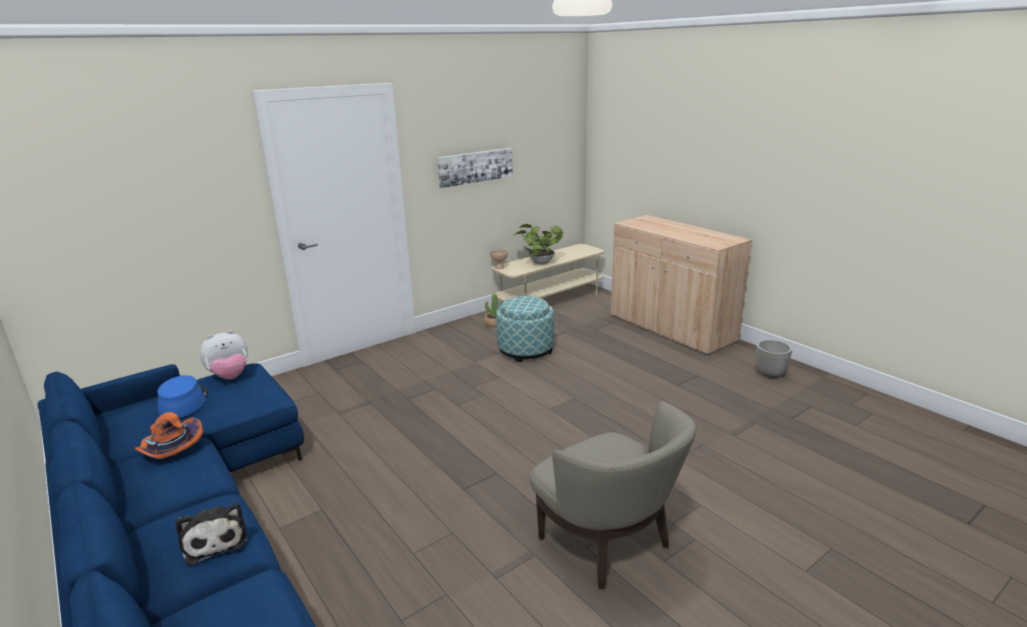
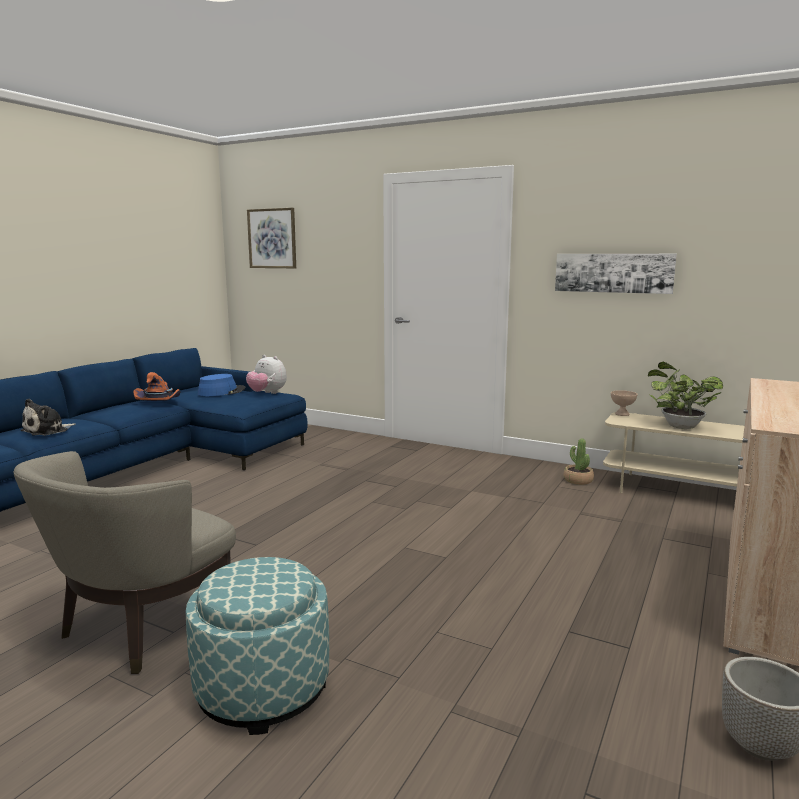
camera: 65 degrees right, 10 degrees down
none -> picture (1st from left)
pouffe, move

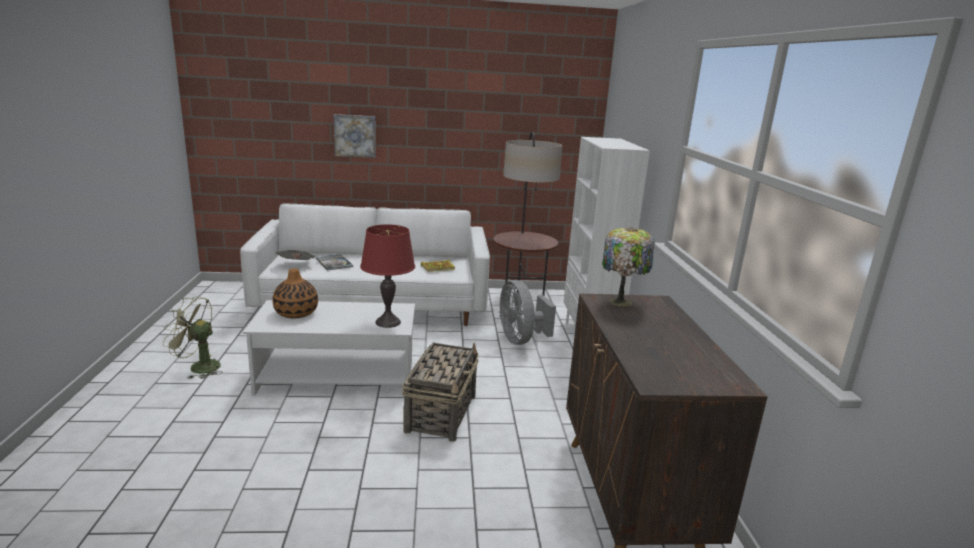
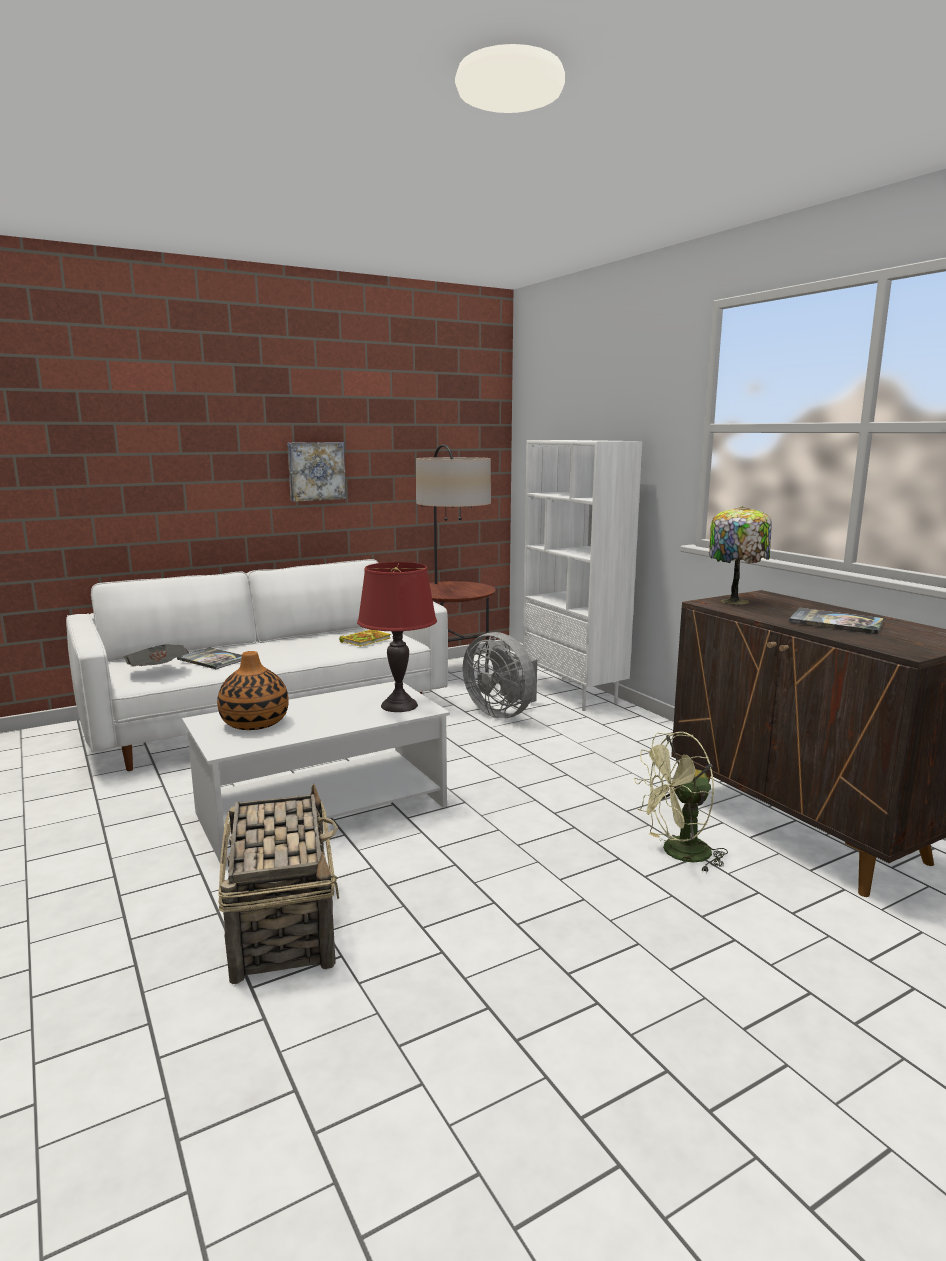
camera: 25 degrees left, 5 degrees down
none -> book (3rd from left)
fan (green), move
picture, move
basket, move

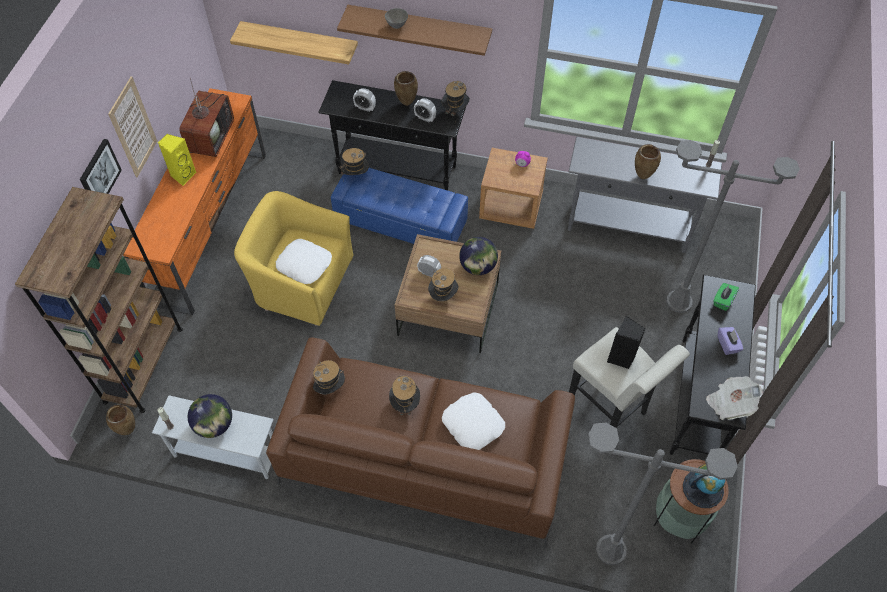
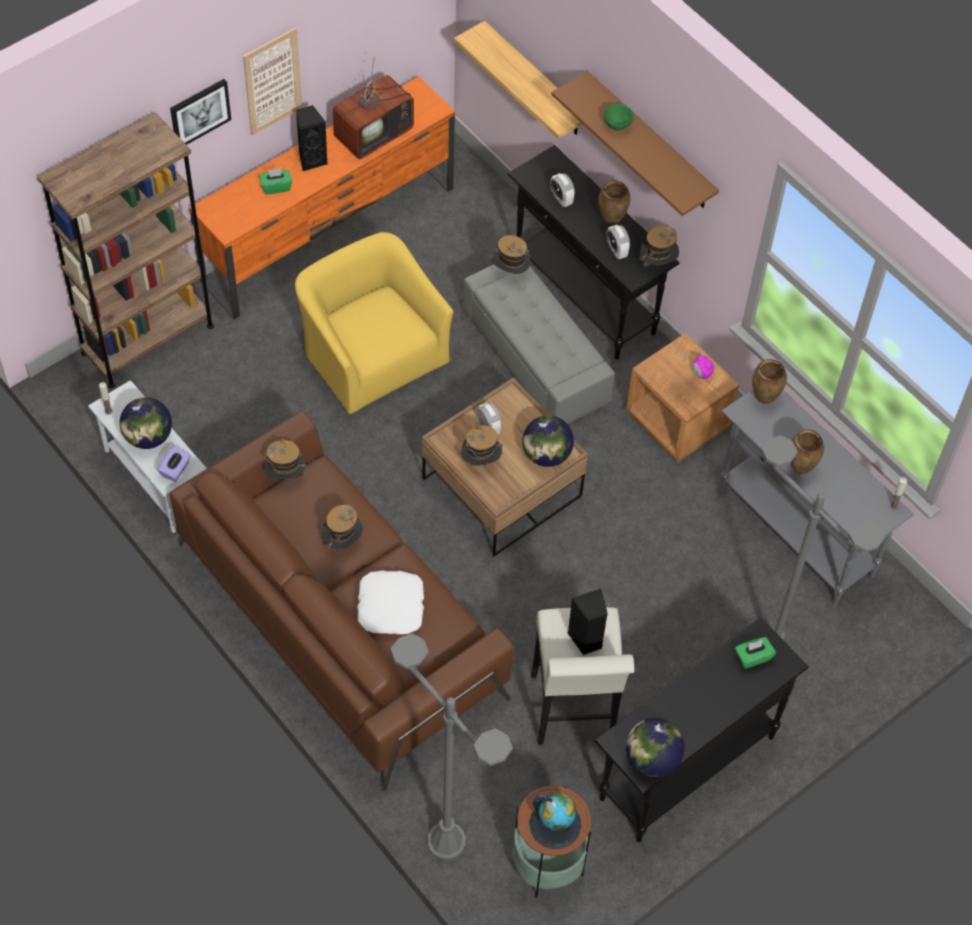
camera: 35 degrees right, 0 degrees up
pillow (white-coloured) (1st from left) -> none
none -> tissue holder (green) (1st from left)
vase (brownish) (1st from left in the first image) -> vase (brownish) (2nd from left), move
tissue holder (purple), move
newspaper -> globe (4th from left)
loudspeaker (yellow) -> loudspeaker (black-coloured) (1st from left)
pouffe (bluish) -> pouffe (greyish)
bowl (greyish) -> bowl (green)

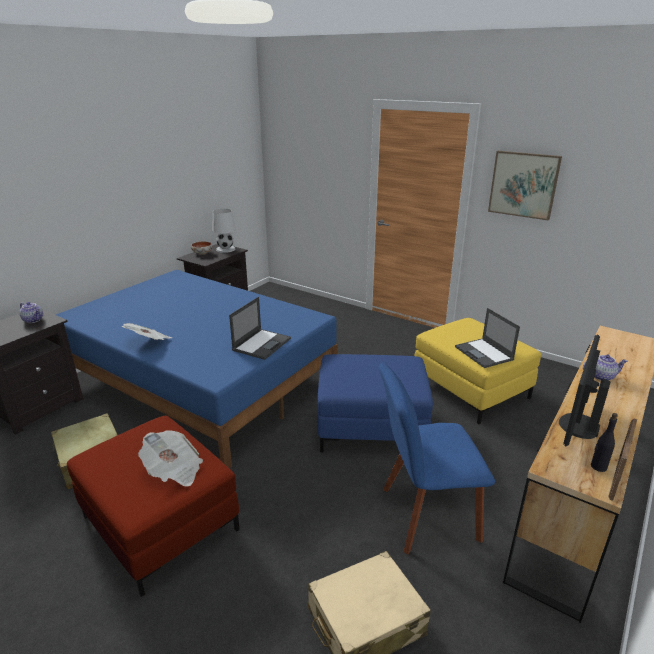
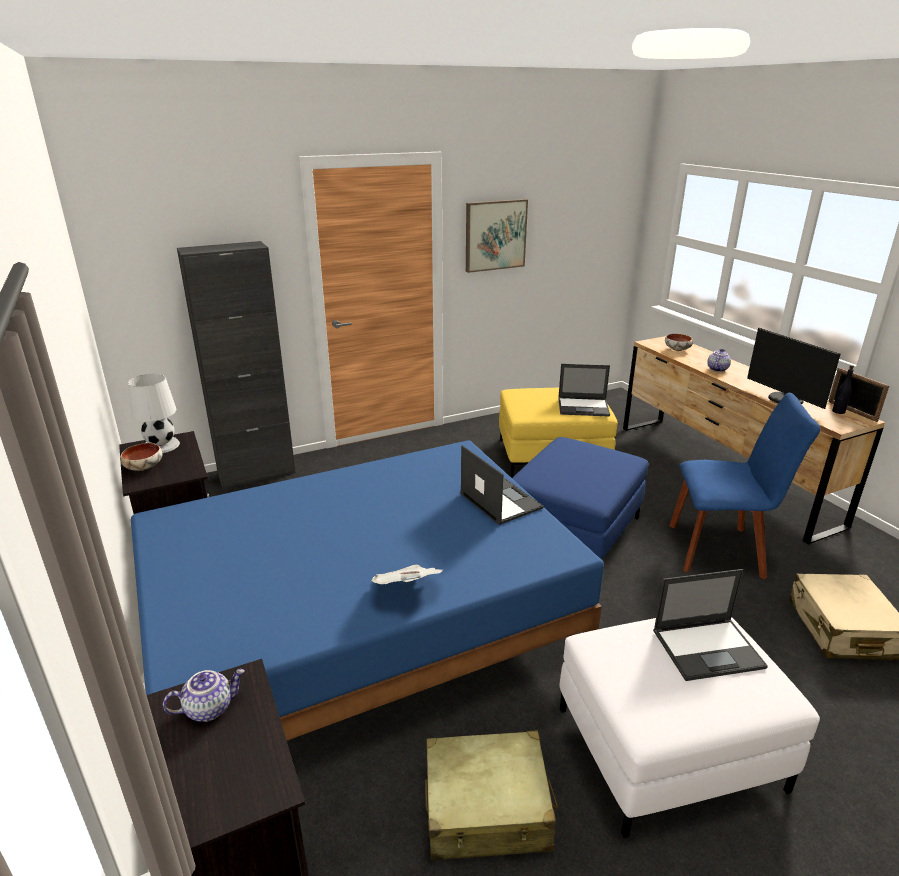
camera: 60 degrees left, 0 degrees up
none -> storage cabinet (black-coloured)
none -> bowl (2nd from left)
newspaper (2nd from left) -> portable computer (3rd from left)
pouffe (red) -> pouffe (white-coloured)
plain chair (bluish), 105 degrees counterclockwise

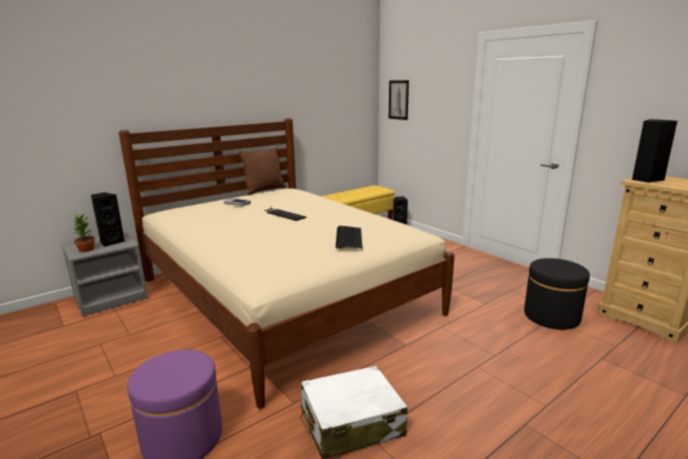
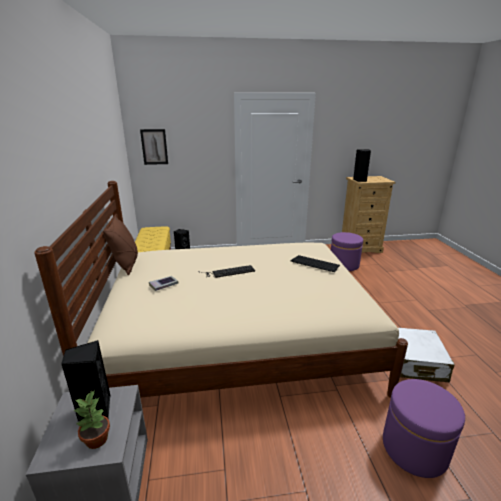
camera: 60 degrees left, 5 degrees up
pouffe (black-coloured) -> pouffe (purple) (1st from left)

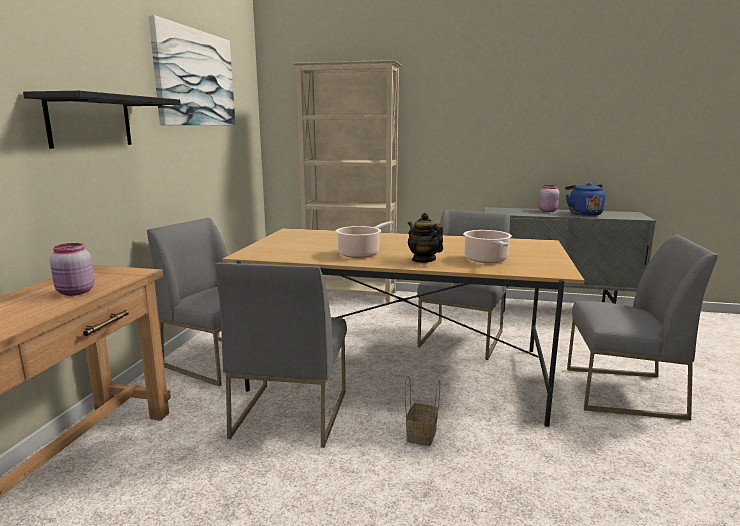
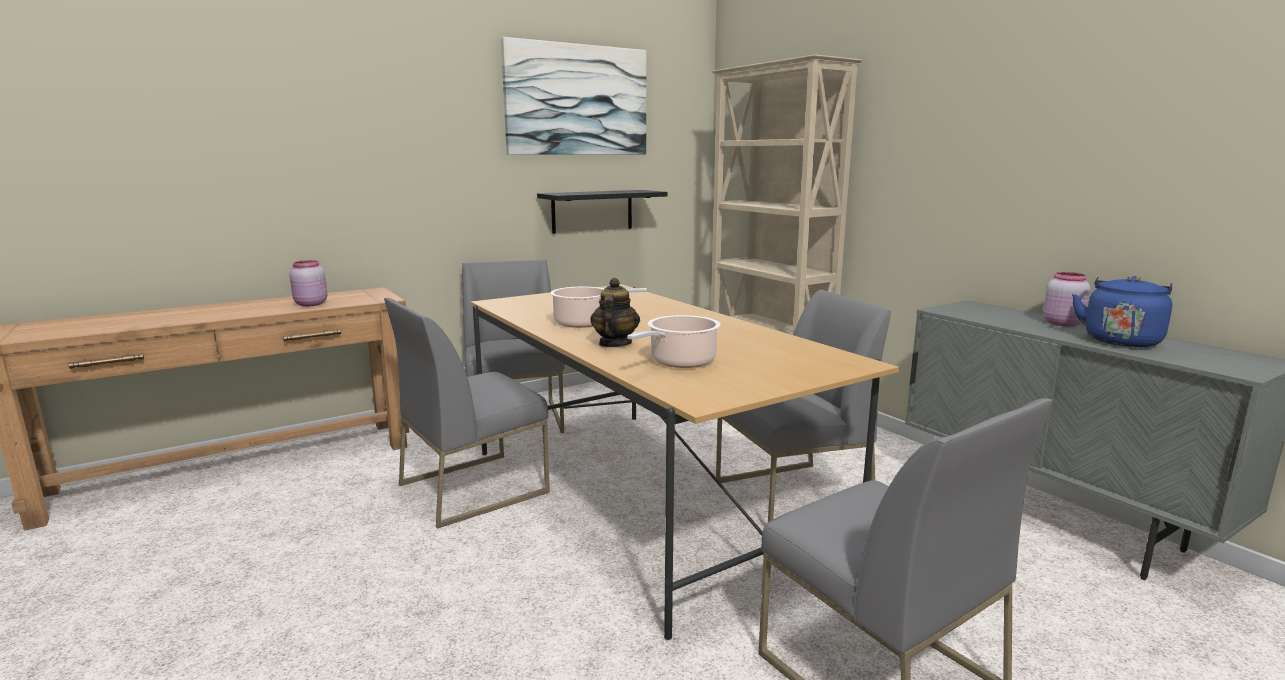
camera: 45 degrees right, 0 degrees up
basket -> none
bracket shelf (black-coloured), move

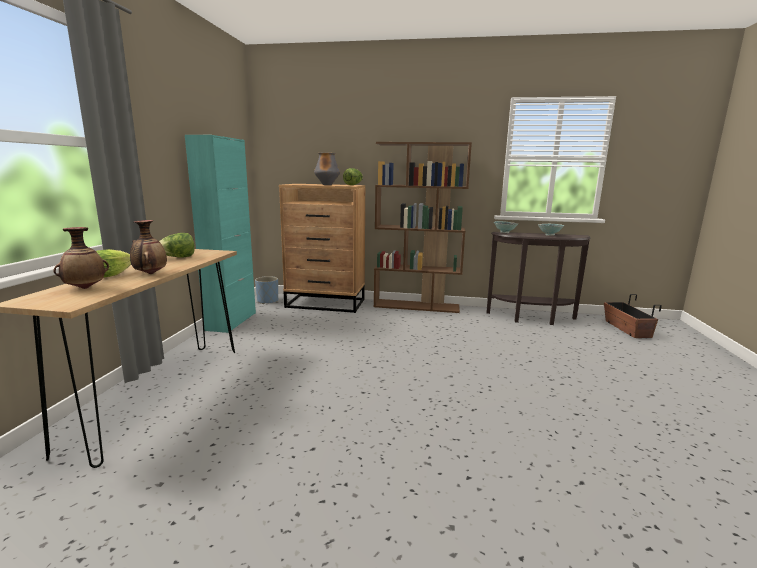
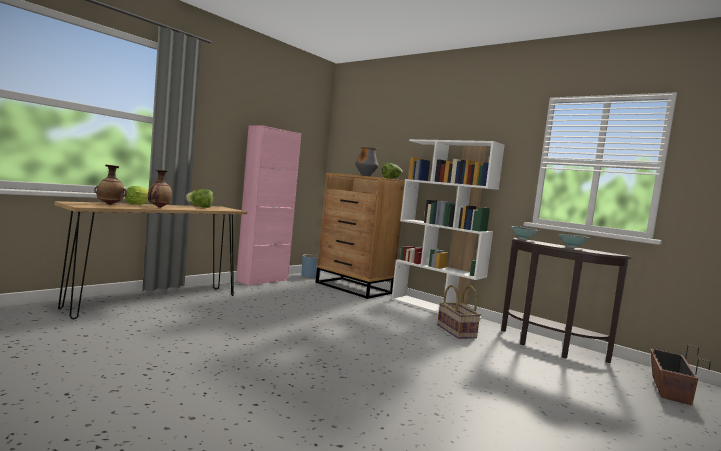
camera: 30 degrees right, 10 degrees down
none -> basket
storage cabinet (turquoise) -> storage cabinet (pink)
bookshelf (brownish) -> bookshelf (white-coloured)

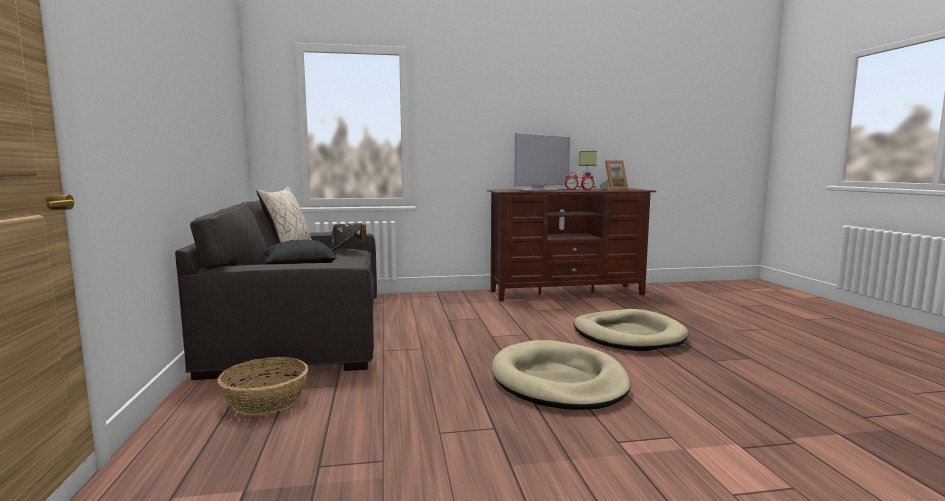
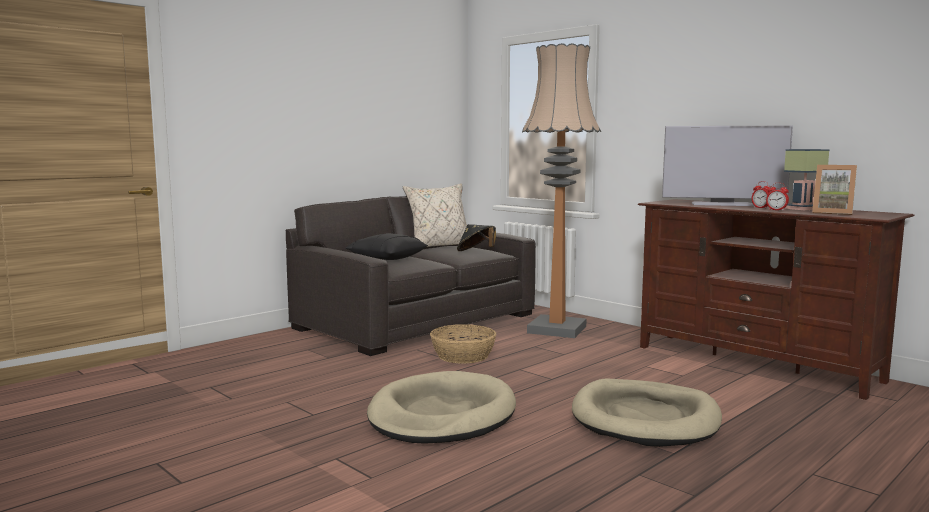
camera: 55 degrees right, 0 degrees up
none -> standing lamp
basket, move

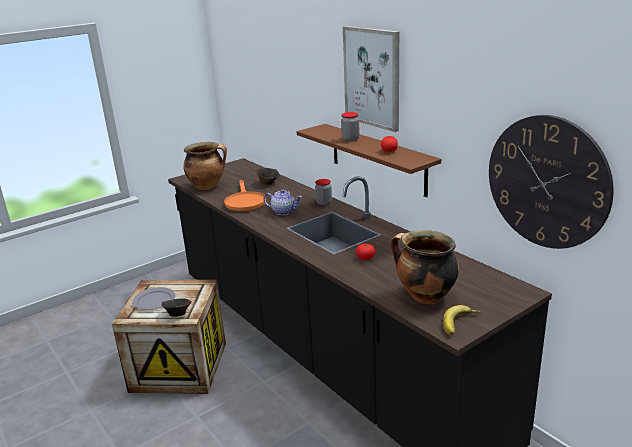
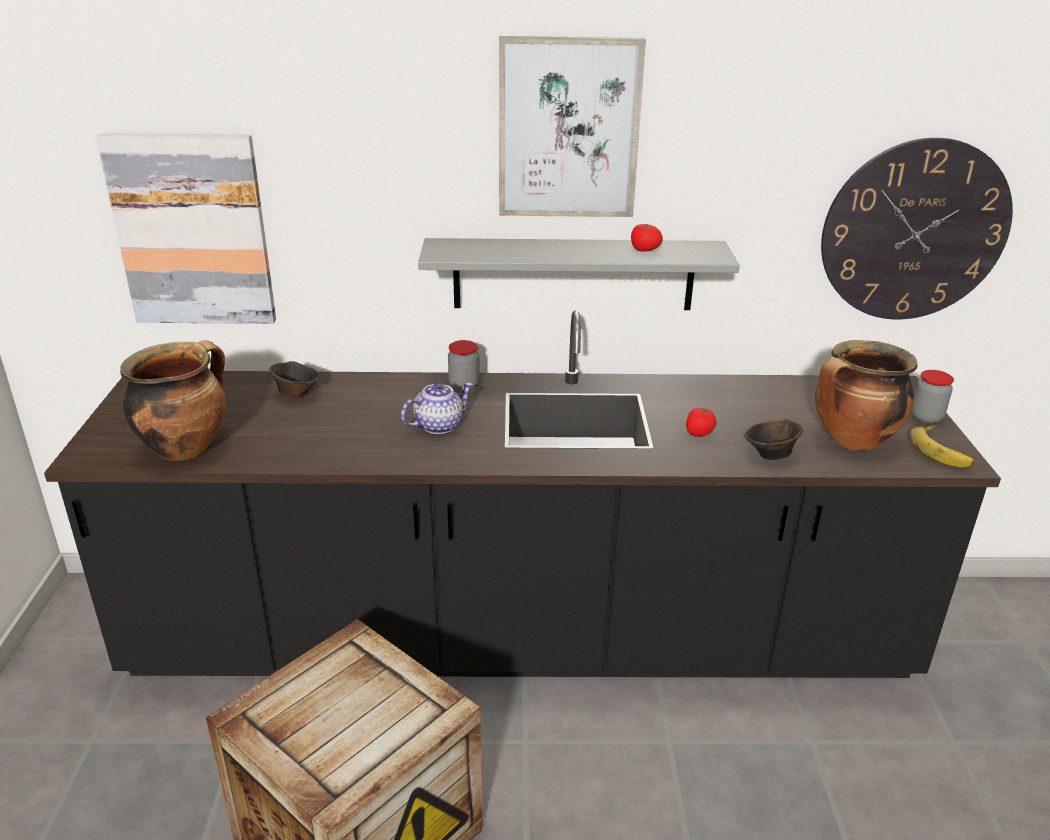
camera: 55 degrees left, 5 degrees up
dinner plate (greyish) -> none
skillet (orange-coloured) -> none
none -> picture (1st from left)
bowl (brownish) (1st from left in the first image) -> bowl (brownish) (2nd from left), move
jar (2nd from left), move
bracket shelf (brownish) -> bracket shelf (greyish)

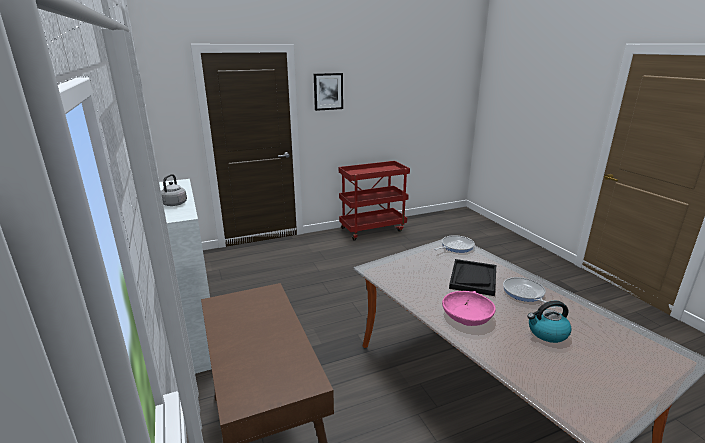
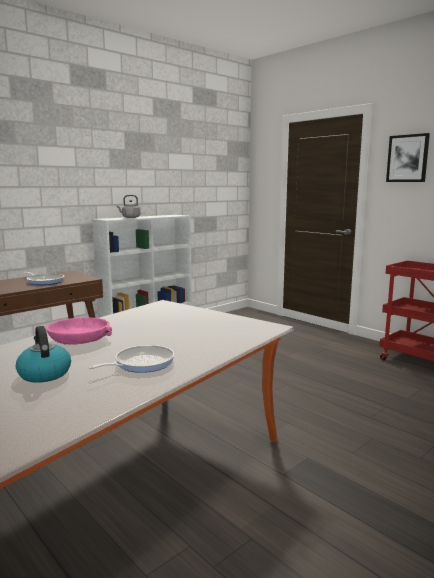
camera: 70 degrees right, 10 degrees down
tray (black-coloured) -> none
skillet (1st from left), move

